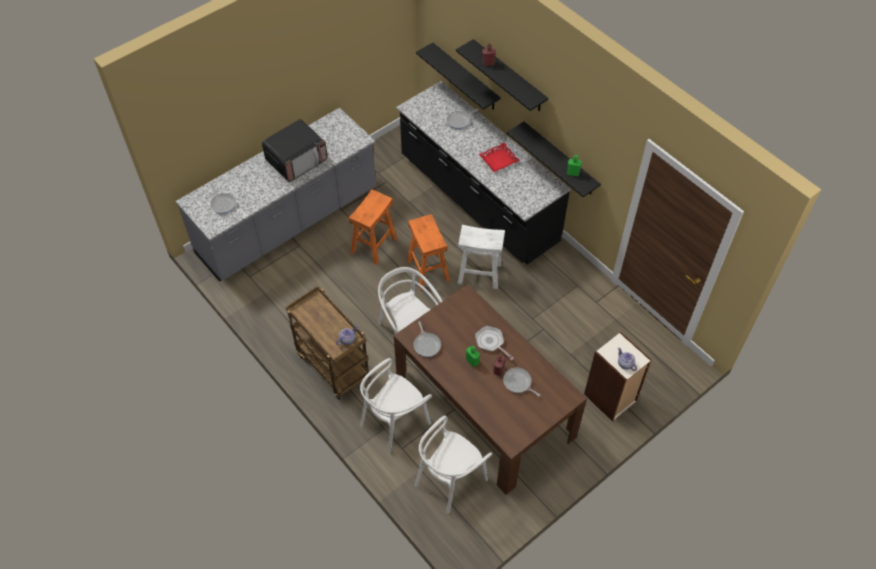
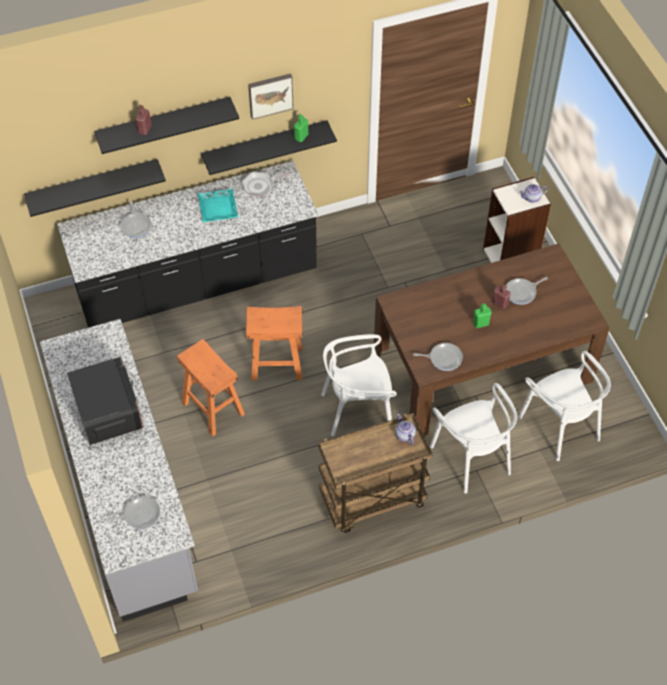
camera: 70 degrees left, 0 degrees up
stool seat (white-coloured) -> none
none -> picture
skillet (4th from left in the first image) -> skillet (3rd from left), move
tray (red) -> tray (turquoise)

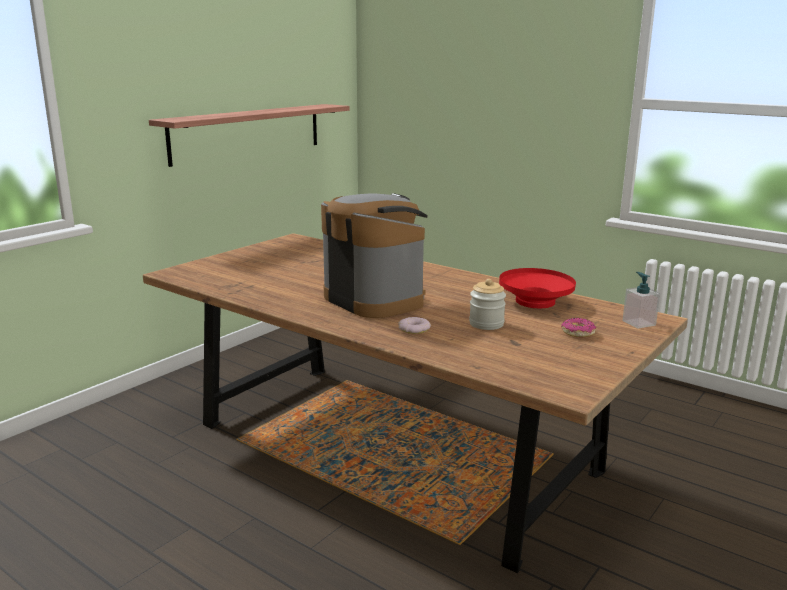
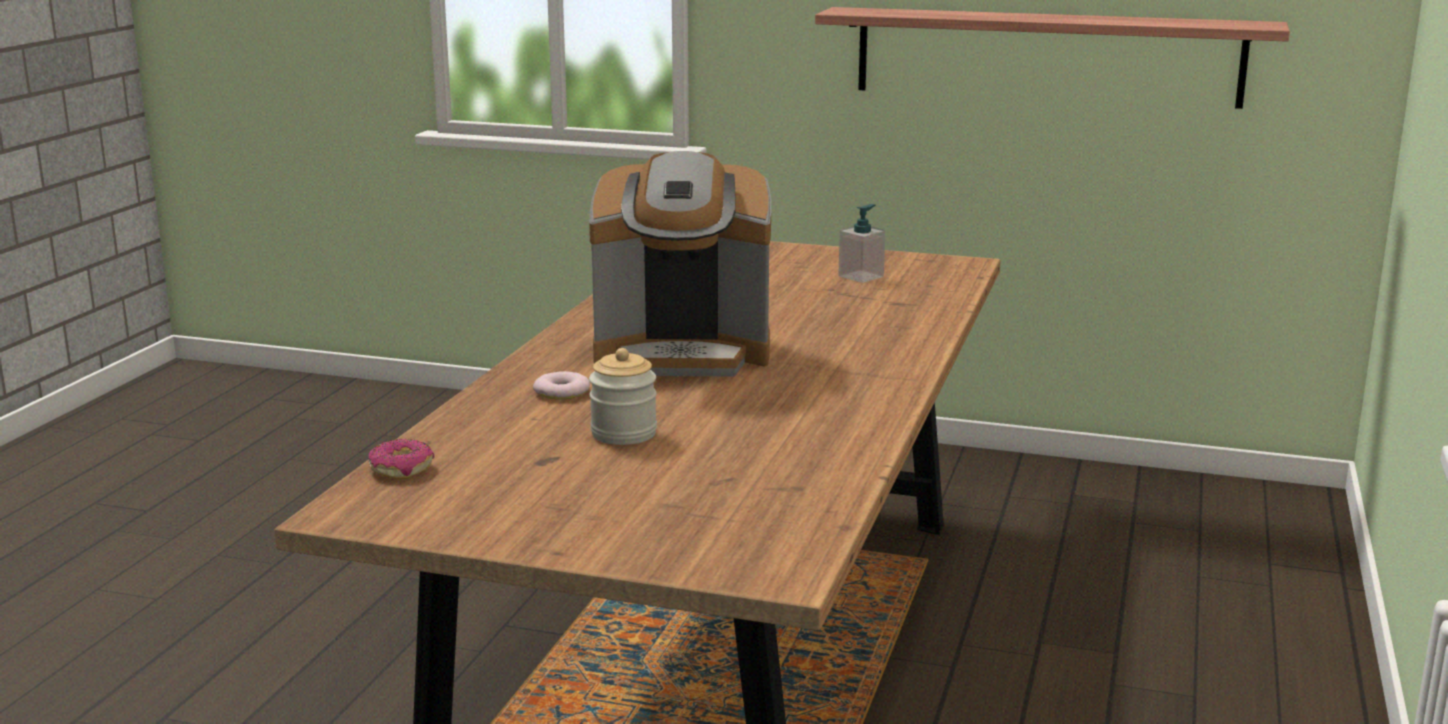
camera: 70 degrees right, 0 degrees up
bowl (red) -> none
donut (2nd from left in the first image) -> donut (1st from left), move
soap dispenser, move
coffee machine, 60 degrees clockwise

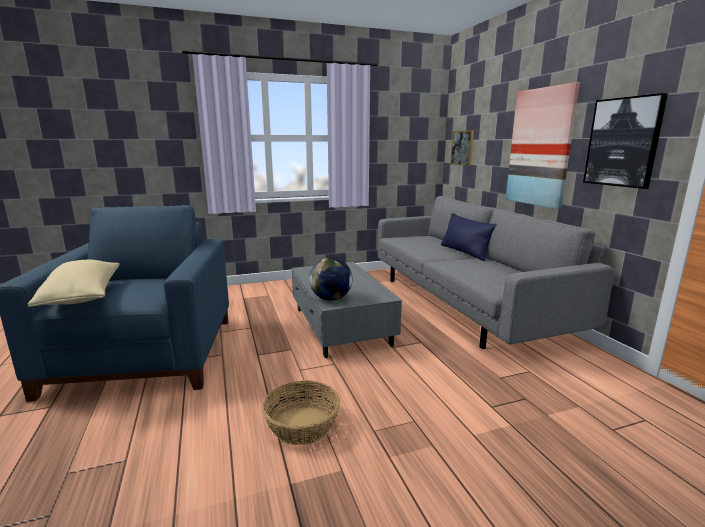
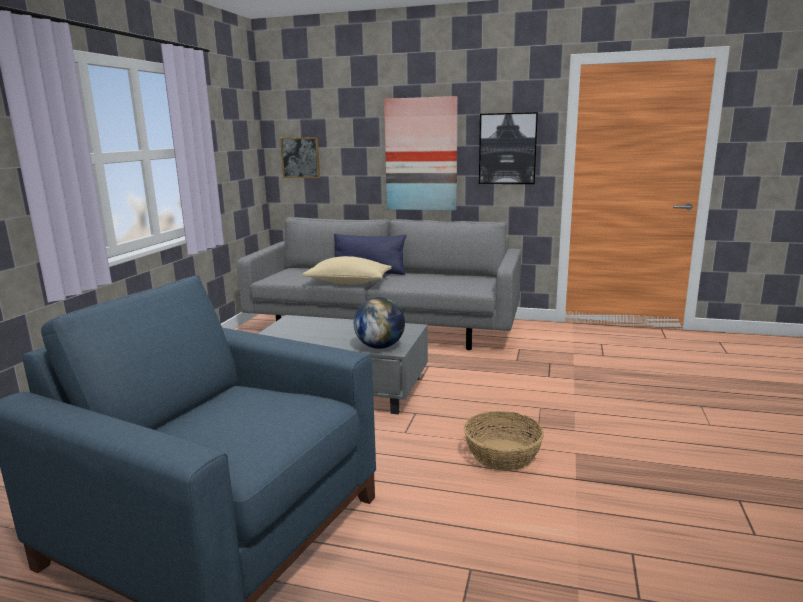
camera: 55 degrees left, 0 degrees up
pillow (beige-coloured), move

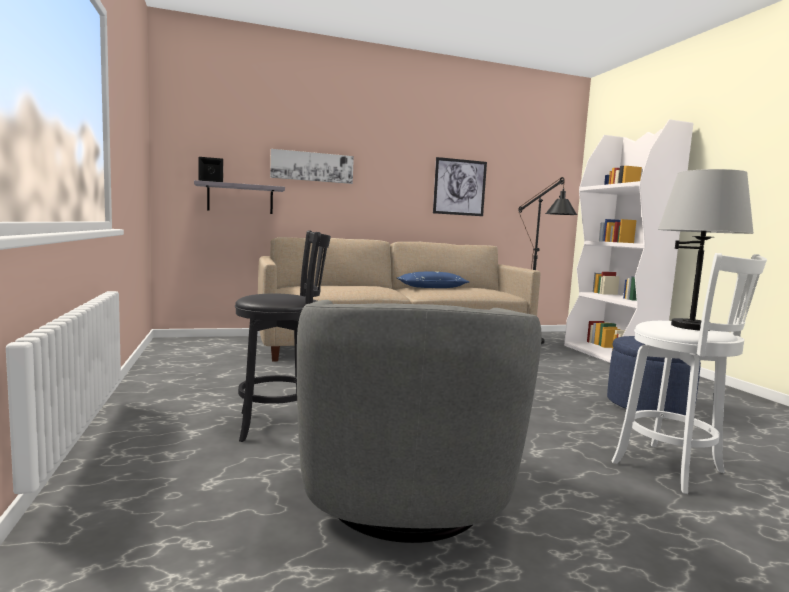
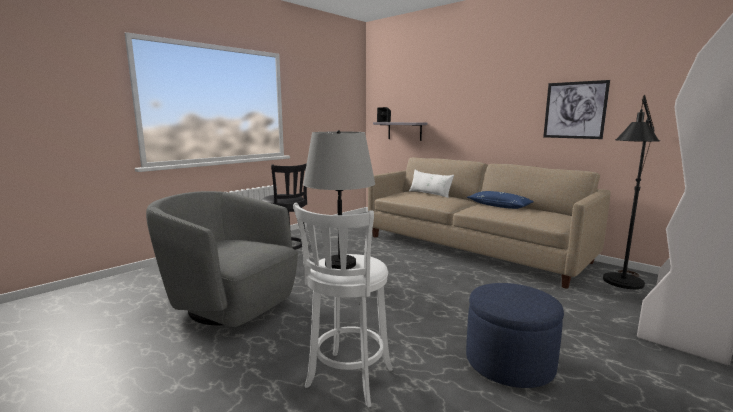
camera: 60 degrees right, 5 degrees up
picture (1st from left) -> none
none -> pillow (white-coloured)
easy chair (greyish), 60 degrees clockwise

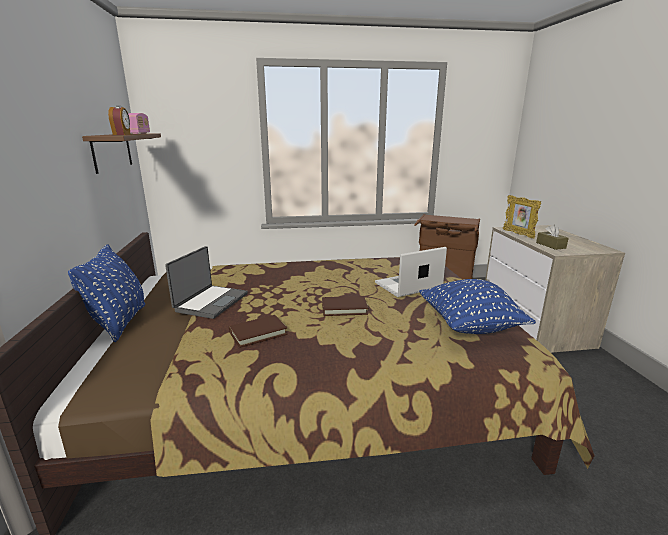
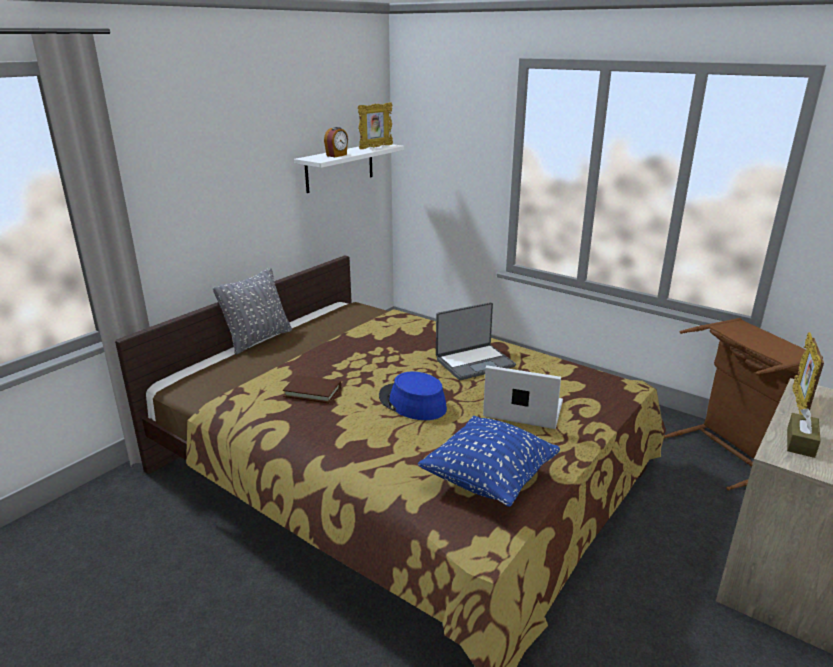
camera: 45 degrees right, 5 degrees up
portable computer (1st from left), move
radio receiver -> picture frame (1st from left)
book (brownish) (2nd from left) -> clothing hat (bluish)
pillow (bluish) (1st from left) -> pillow (greyish)
bracket shelf (brownish) -> bracket shelf (white-coloured)

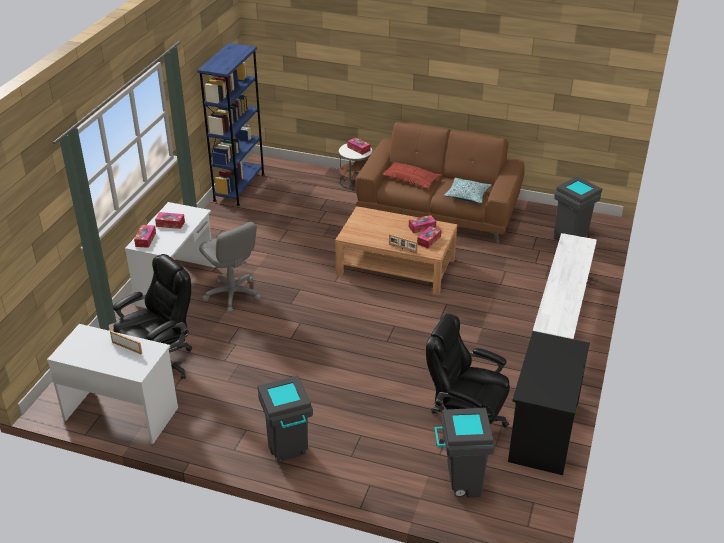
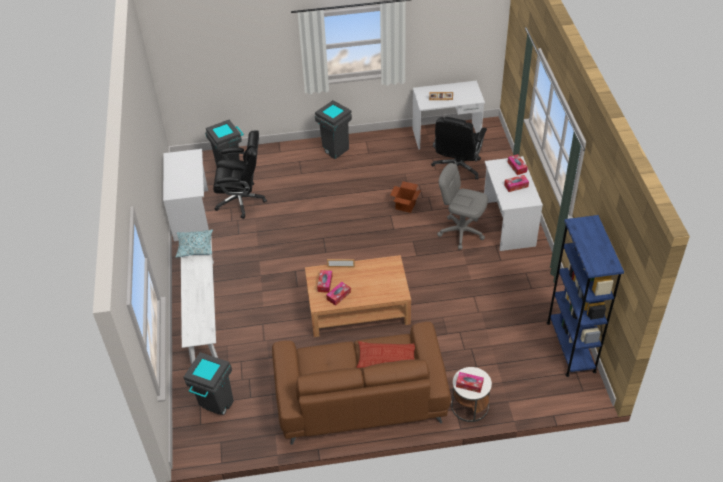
camera: 155 degrees right, 10 degrees up
none -> cardboard box
pillow (2nd from left in the first image) -> pillow (1st from left), move
desk unit (black-coloured) -> desk unit (white-coloured) (1st from left)

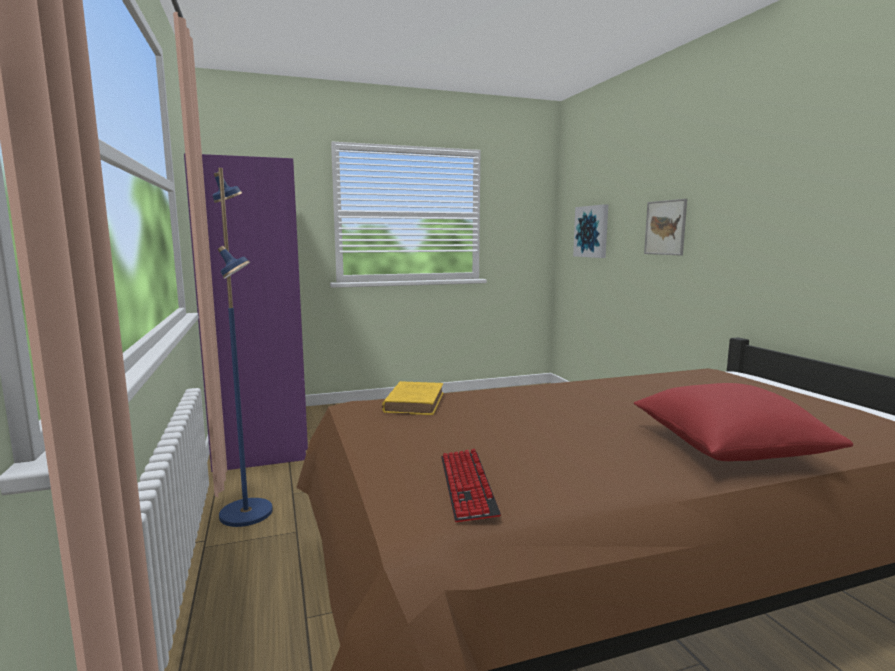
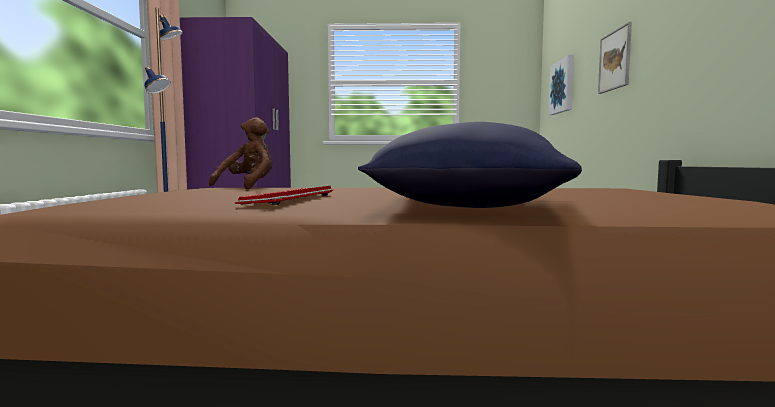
camera: 20 degrees right, 5 degrees down
PC keyboard, move
book (yellow) -> soft toy (brownish)
pillow (red) -> pillow (bluish)

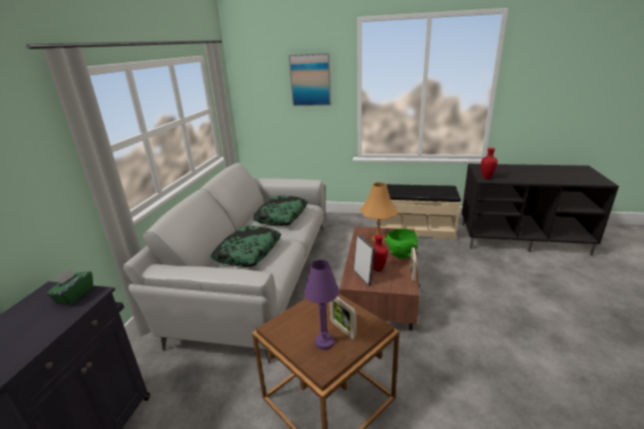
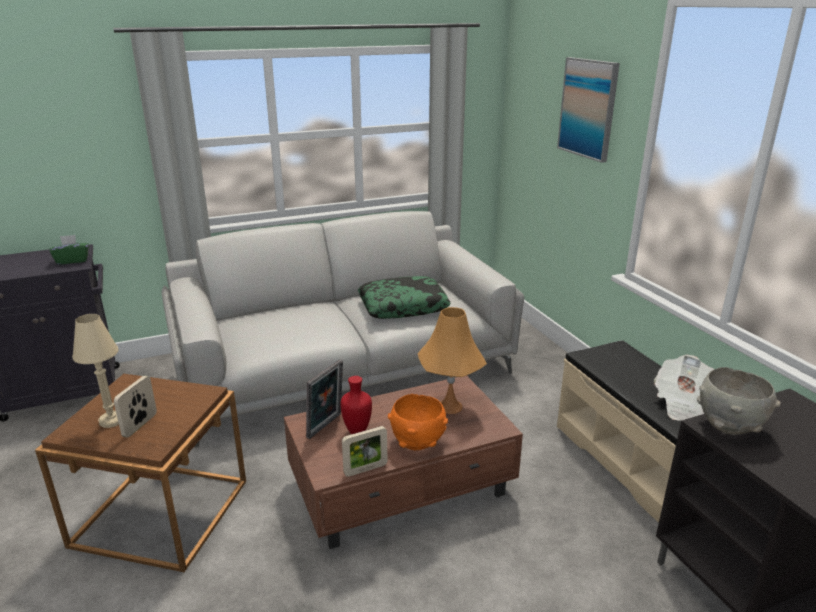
camera: 55 degrees right, 0 degrees up
pillow (1st from left) -> none
none -> newspaper
vase (red) (2nd from left) -> bowl (greyish)
table lamp (purple) -> table lamp (beige-coloured)
bowl (green) -> bowl (orange-coloured)

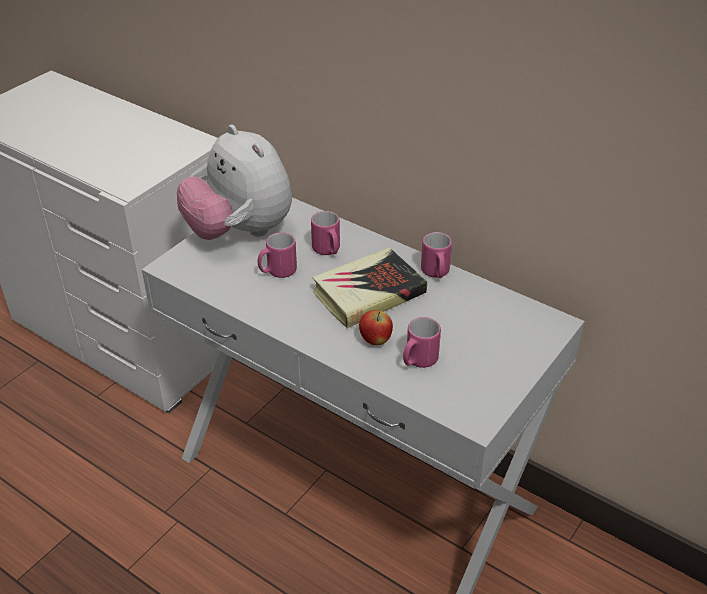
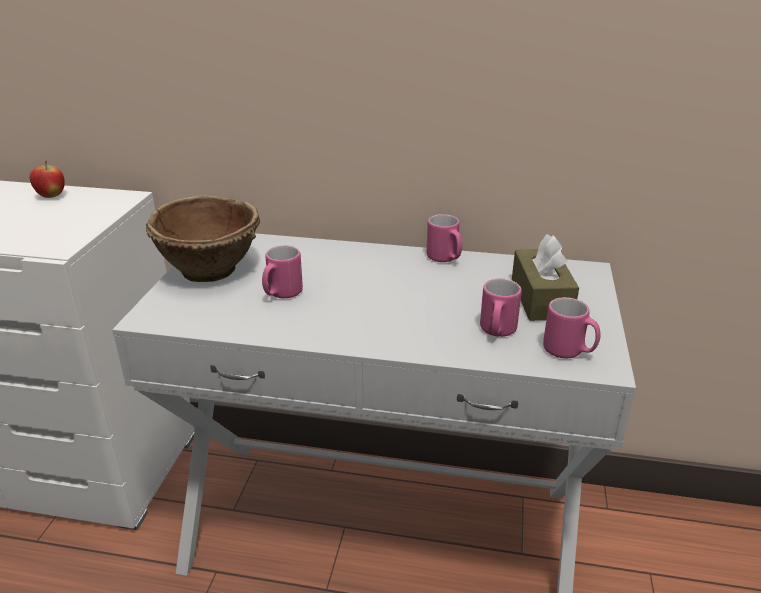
camera: 25 degrees left, 10 degrees down
book -> none
none -> tissue holder (brownish)
tea mug (pink) (2nd from left in the first image) -> tea mug (pink) (4th from left), move
whole apple, move
soft toy -> bowl (brownish)

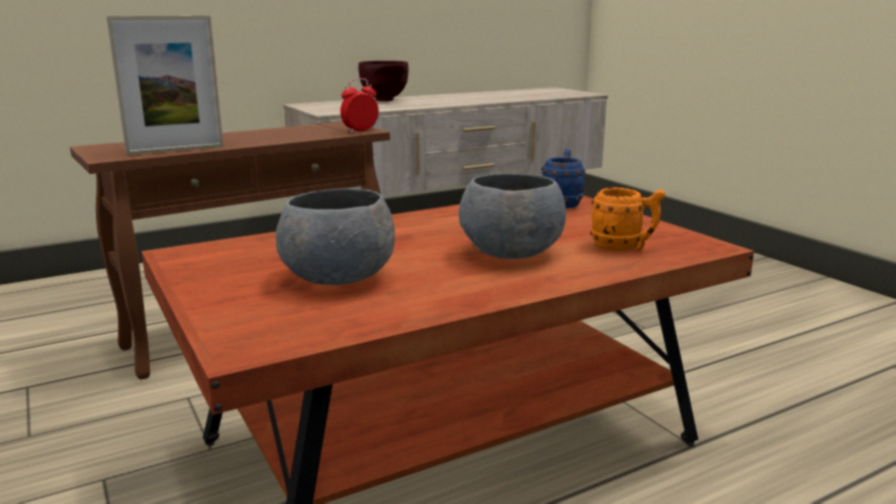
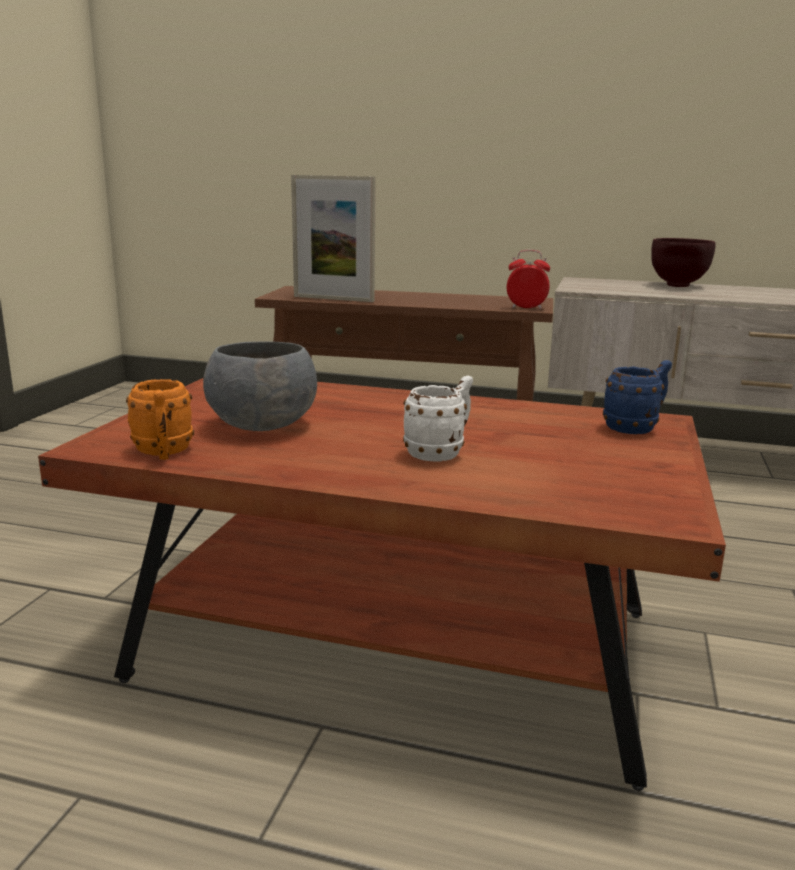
camera: 45 degrees right, 0 degrees up
tea mug (orange-coloured), move
bowl (greyish) (2nd from left) -> tea mug (white-coloured)

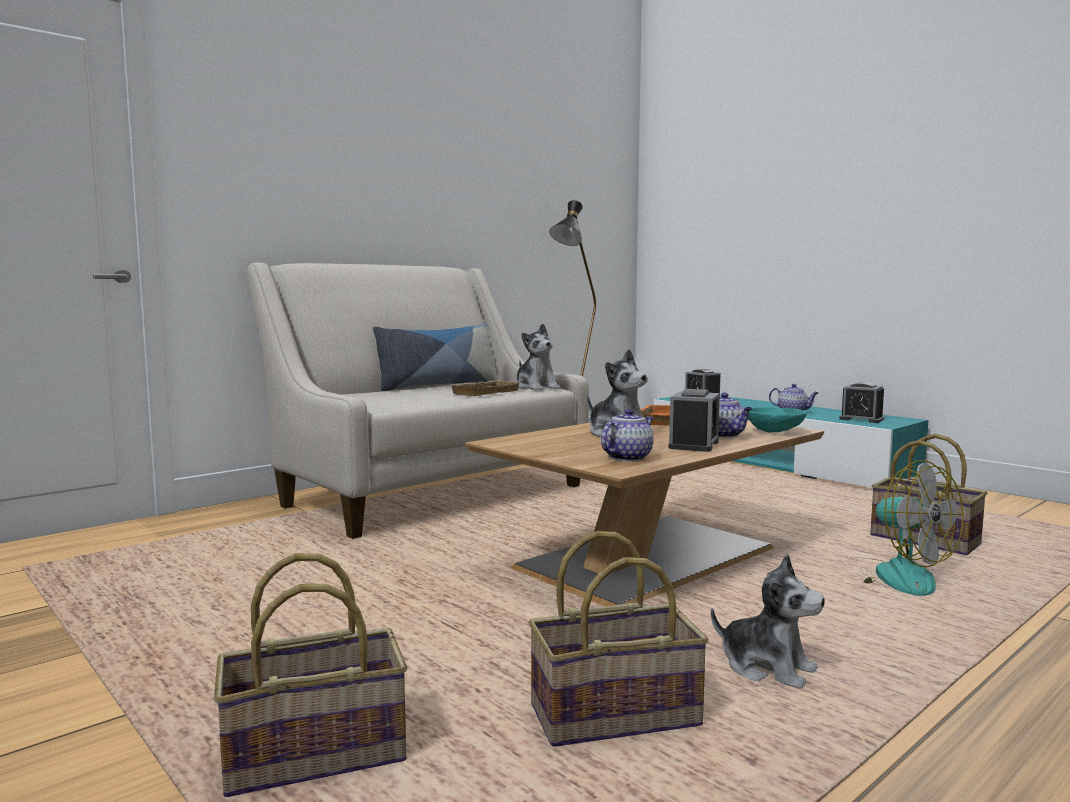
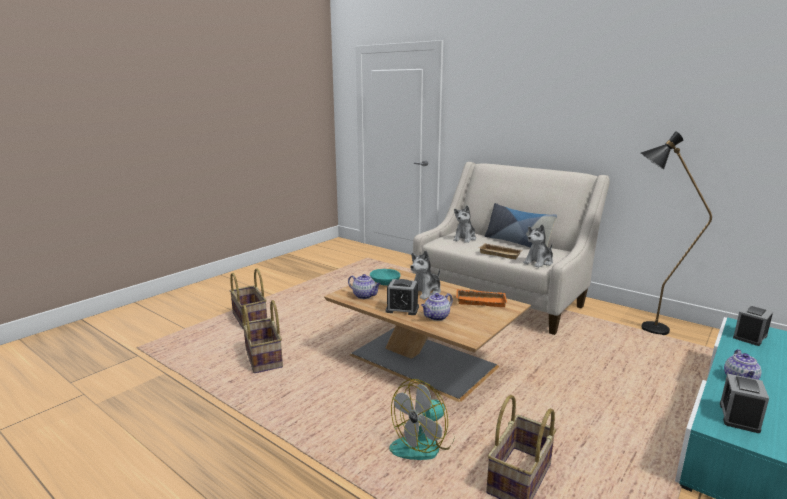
camera: 80 degrees right, 10 degrees up
soft toy (3rd from left in the first image) -> soft toy (2nd from left), move
bowl (turquoise), move

